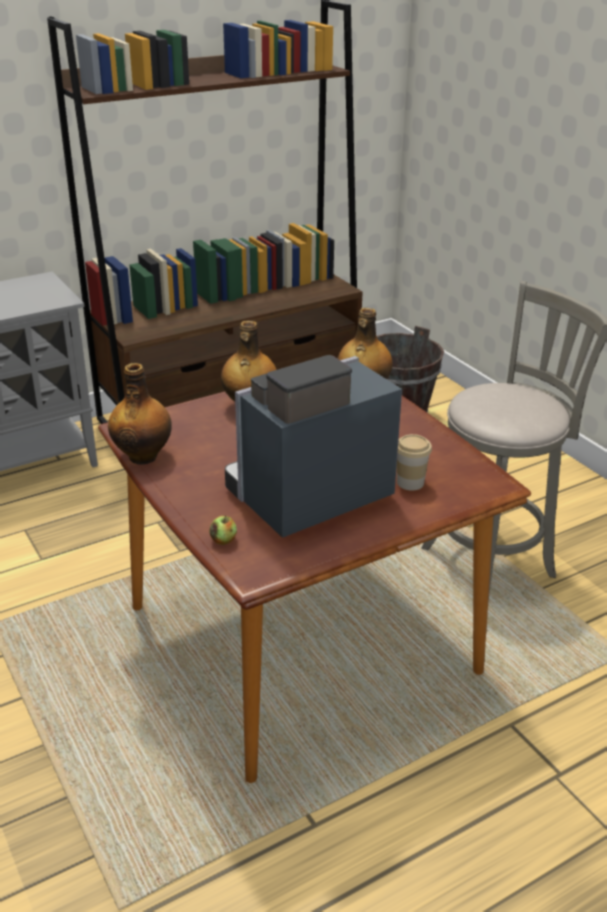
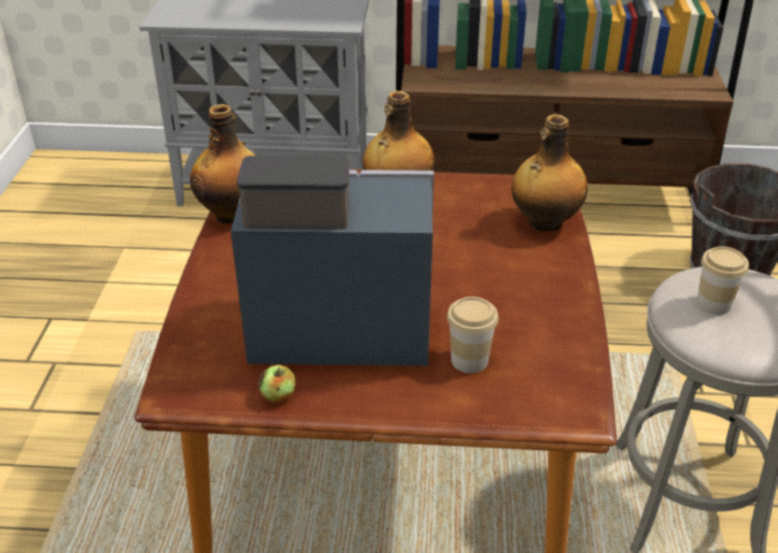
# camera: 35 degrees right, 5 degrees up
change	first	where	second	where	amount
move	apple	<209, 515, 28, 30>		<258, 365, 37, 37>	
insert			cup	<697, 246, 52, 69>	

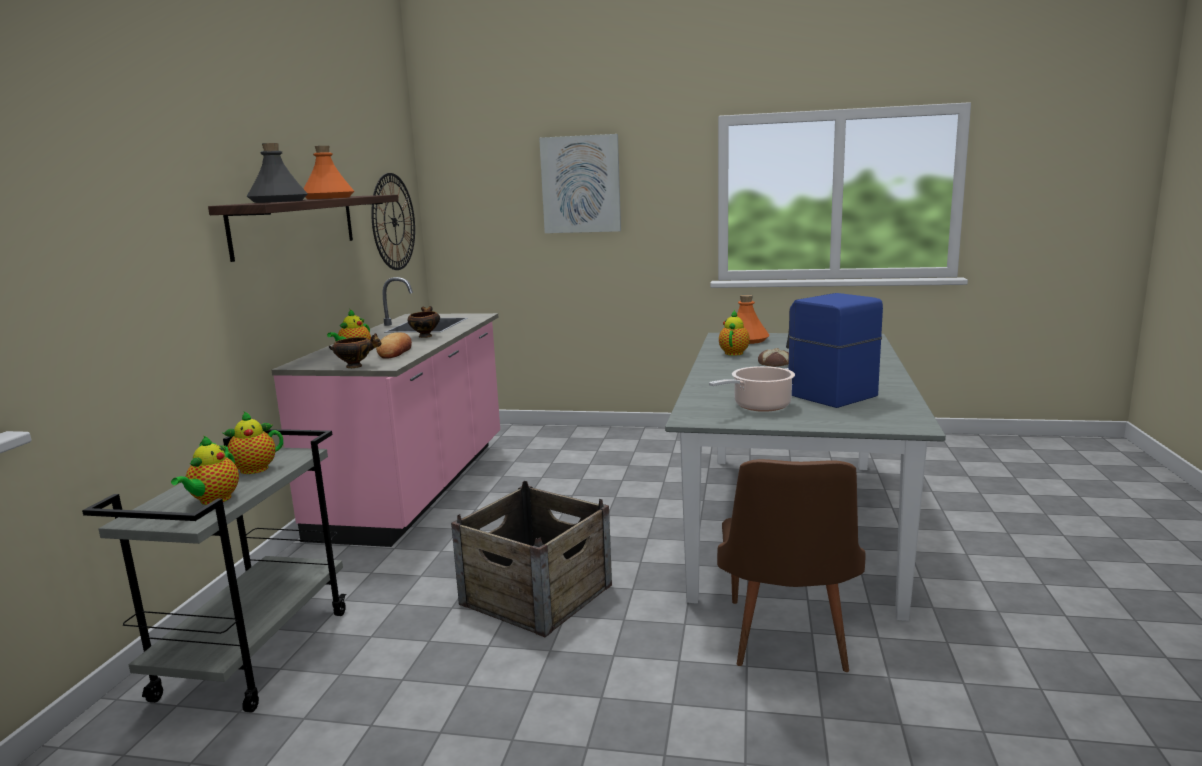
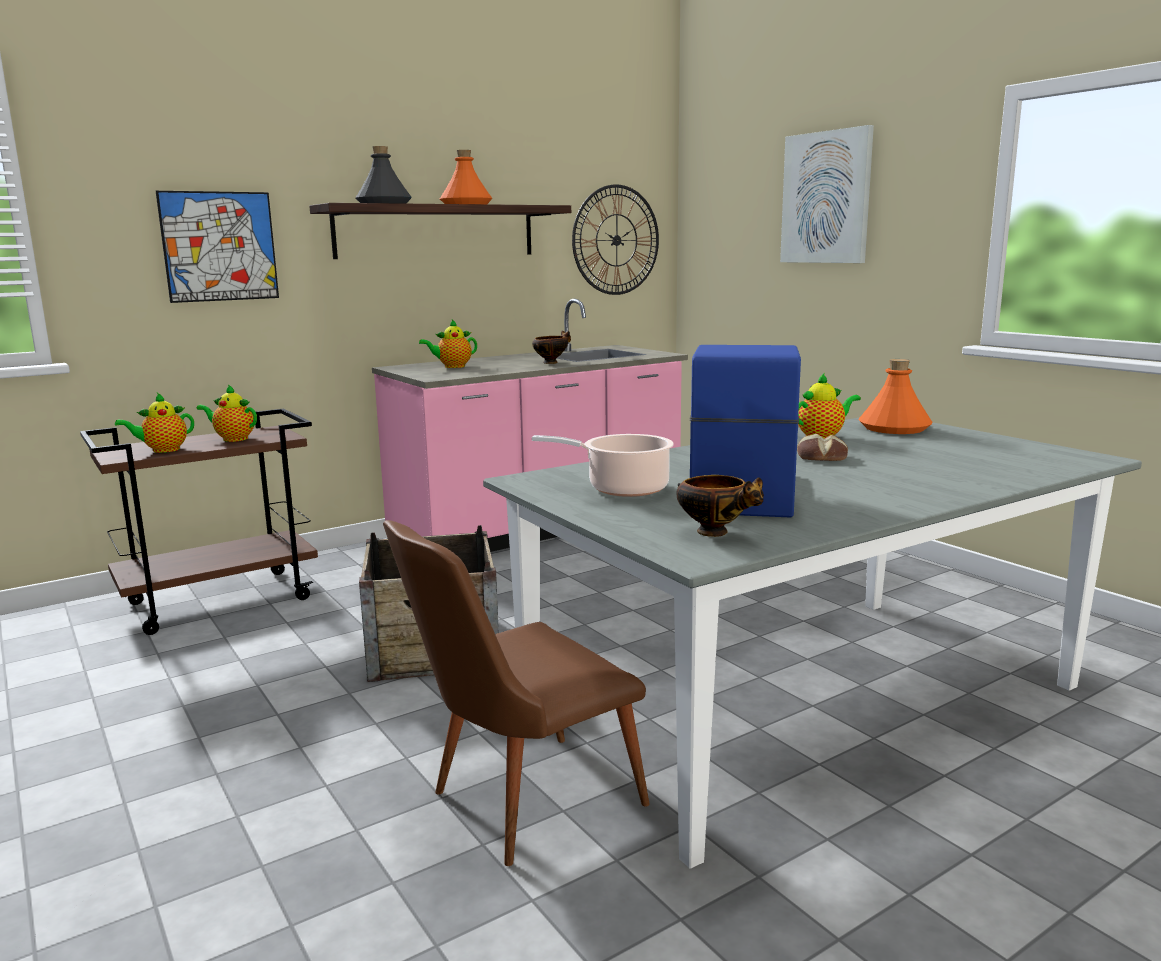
# camera: 45 degrees right, 0 degrees up
change	first	where	second	where	amount
move	deep dish	<329, 333, 53, 35>		<676, 475, 88, 62>	
delete	baked bread	<376, 333, 36, 26>			
recolor	greyish trolley	<82, 429, 265, 283>	brown trolley	<80, 408, 238, 227>	
insert			picture	<156, 191, 123, 112>	

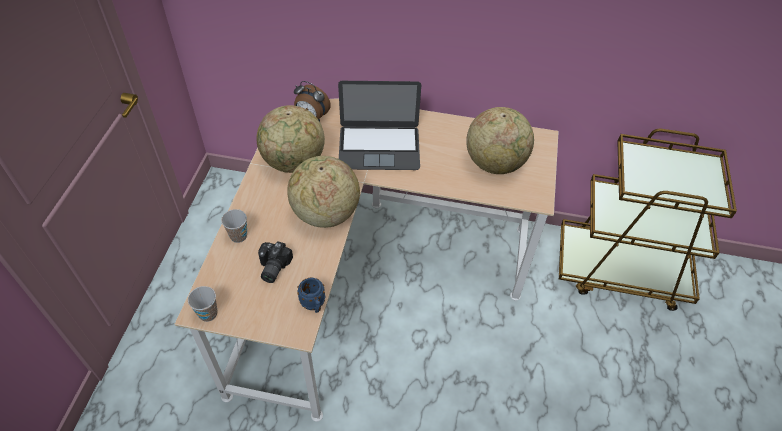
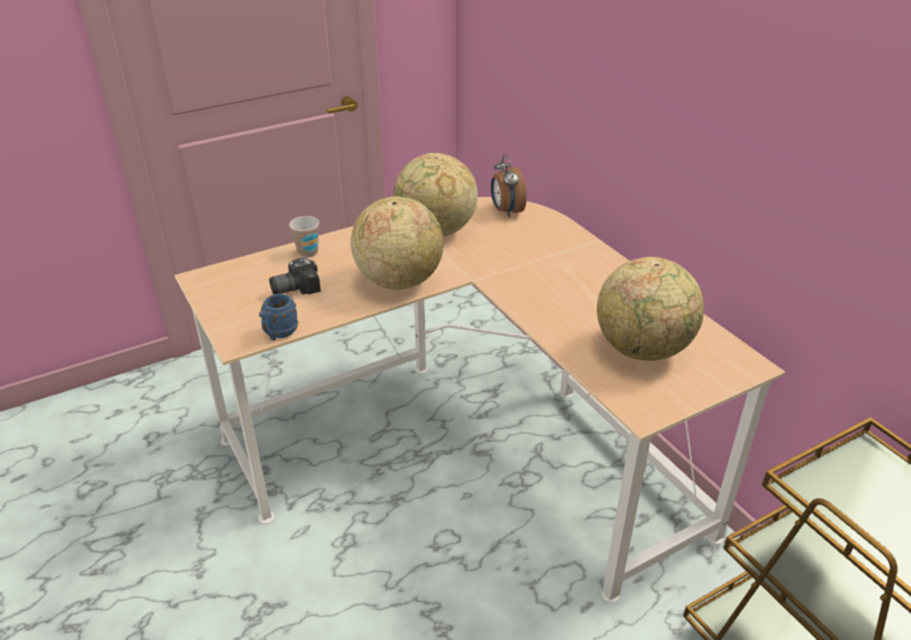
# camera: 50 degrees right, 15 degrees down
change	first	where	second	where	amount
delete	laptop	<338, 81, 83, 89>			
delete	cup	<188, 286, 30, 36>			

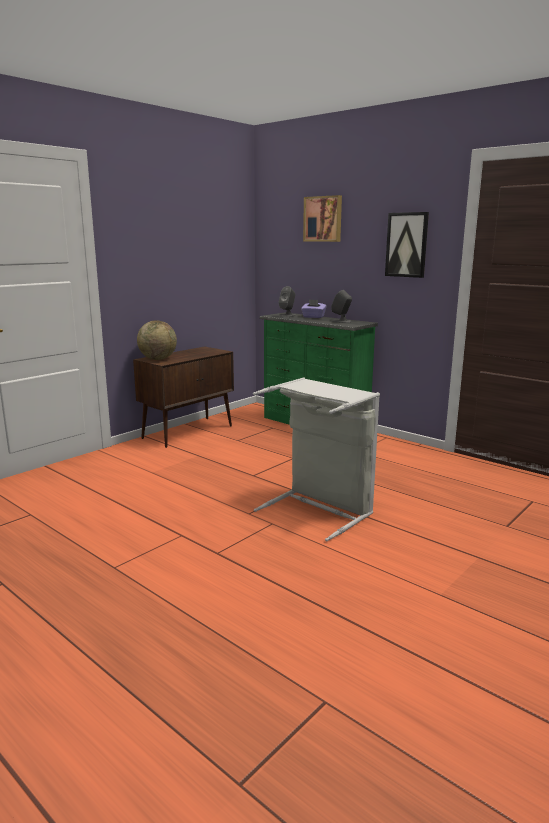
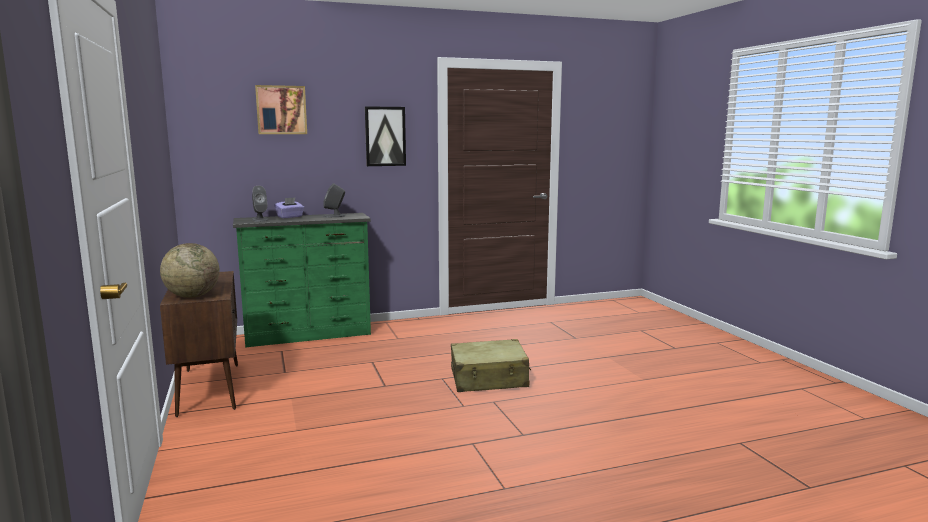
# camera: 60 degrees left, 5 degrees down
change	first	where	second	where	amount
replace	greyish hamper	<253, 378, 127, 164>	sand-coloured travel case	<451, 339, 80, 53>	

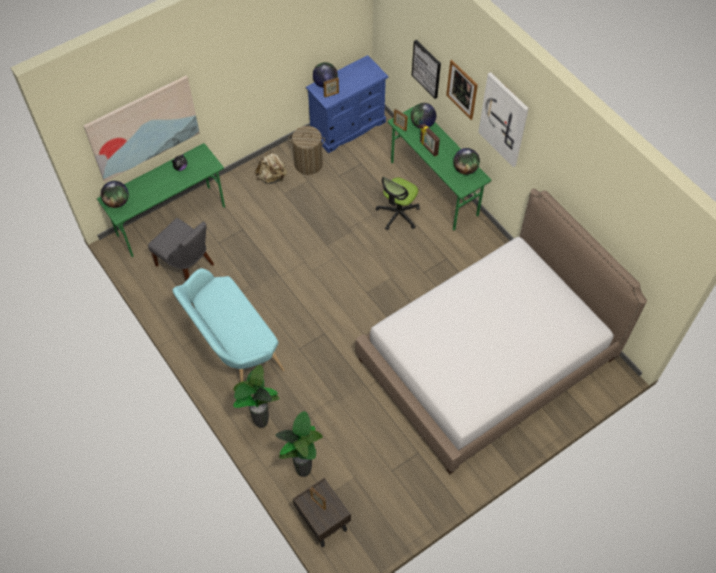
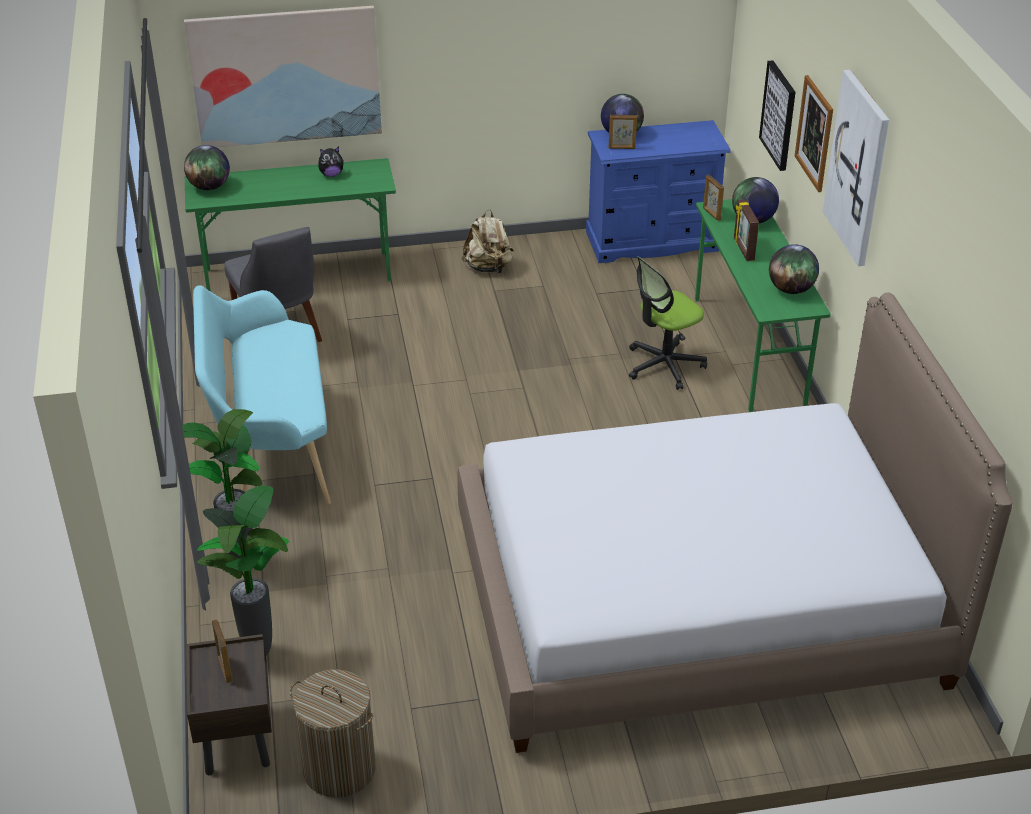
# camera: 25 degrees right, 20 degrees down
change	first	where	second	where	amount
move	hamper	<288, 126, 37, 49>		<290, 669, 86, 129>	

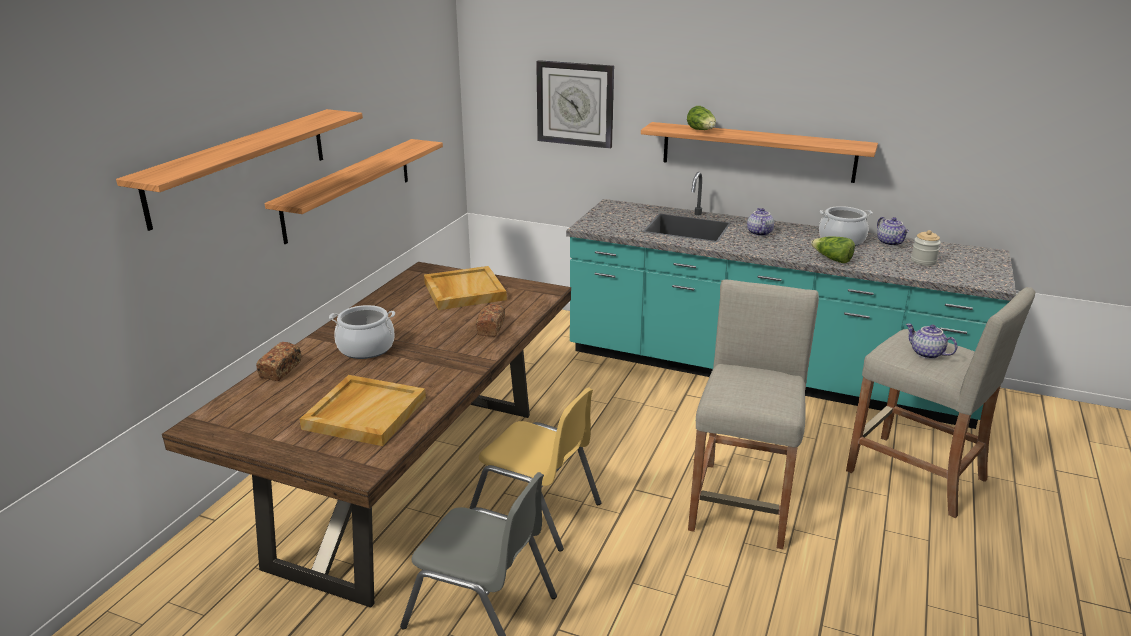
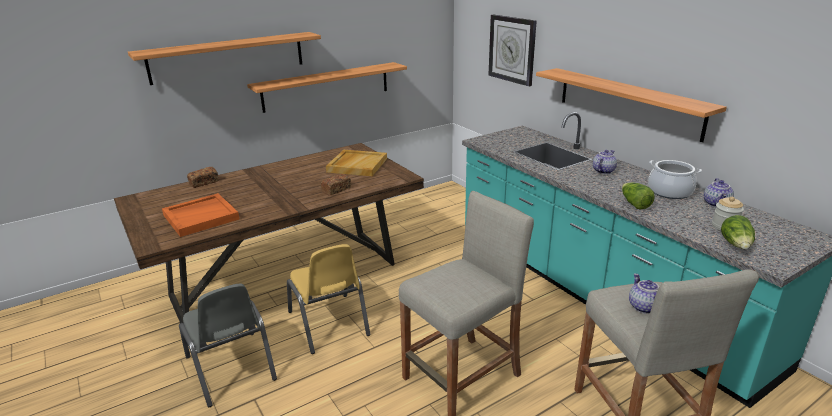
# camera: 35 degrees right, 0 degrees up
change	first	where	second	where	amount
move	head of lettuce	<687, 106, 29, 24>		<721, 215, 34, 34>	
delete	stockpot	<329, 305, 66, 54>			
recolor	sand-coloured carrying tray	<300, 375, 126, 71>	orangey carrying tray	<162, 193, 77, 44>	

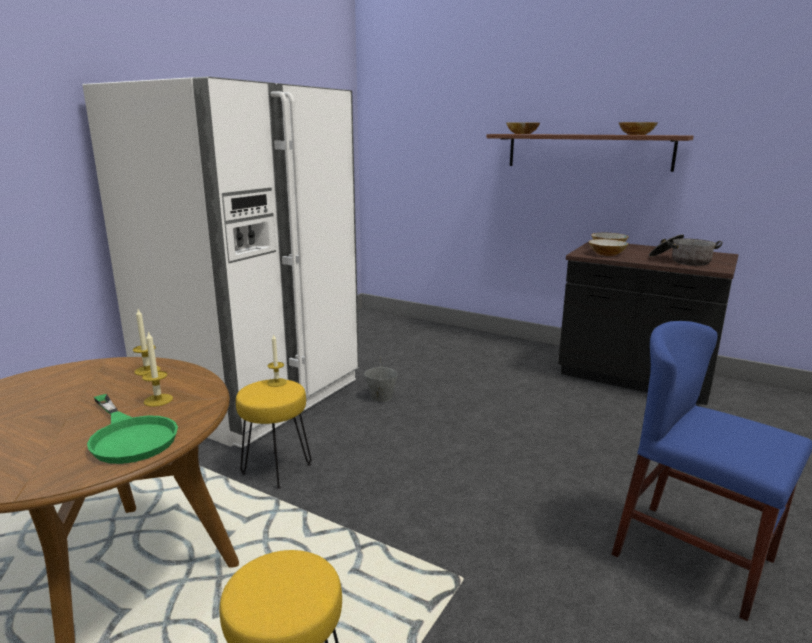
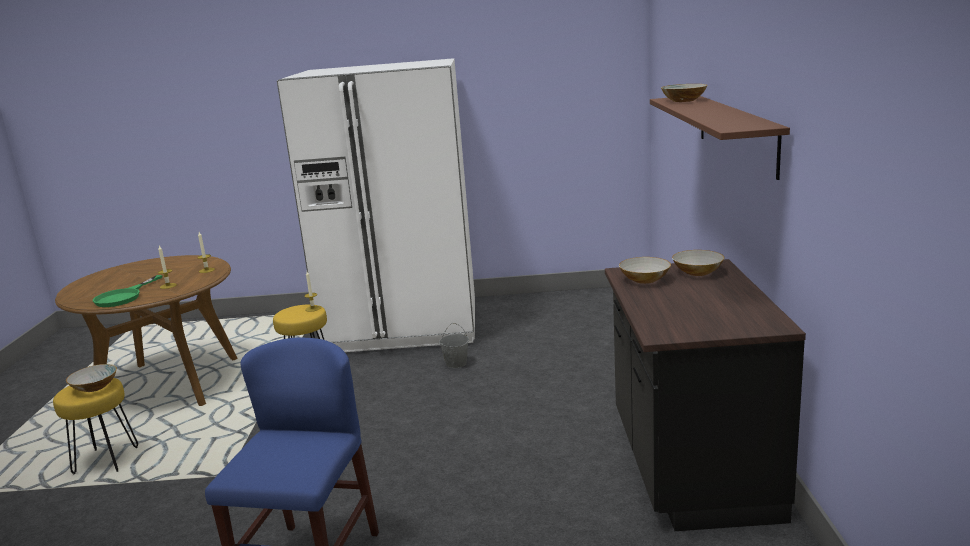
# camera: 60 degrees right, 0 degrees up
change	first	where	second	where	amount
move	deep dish	<619, 122, 39, 13>		<66, 364, 51, 28>	
delete	stockpot	<649, 234, 74, 32>			

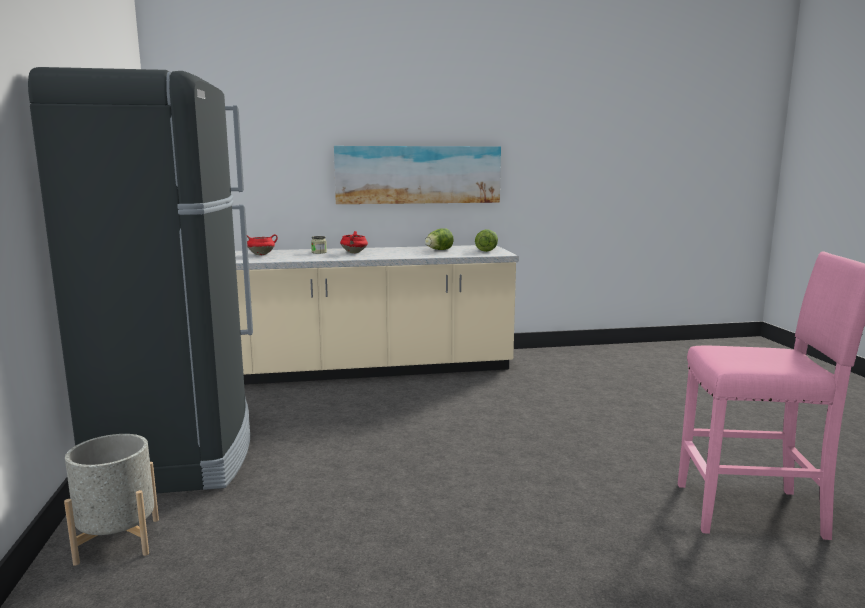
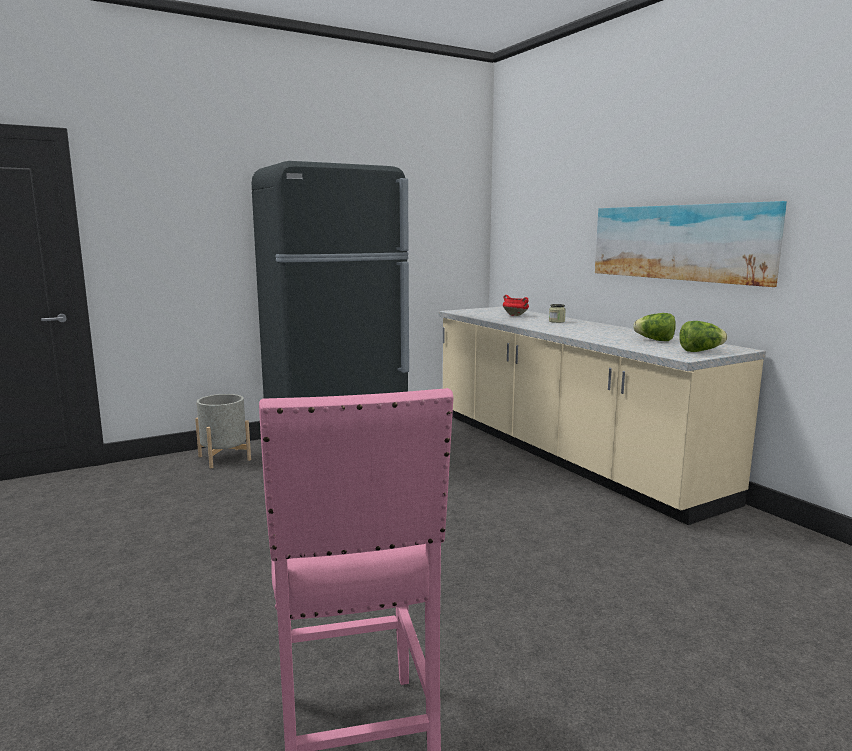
# camera: 70 degrees right, 0 degrees up
change	first	where	second	where	amount
delete	red stockpot	<340, 231, 28, 22>			

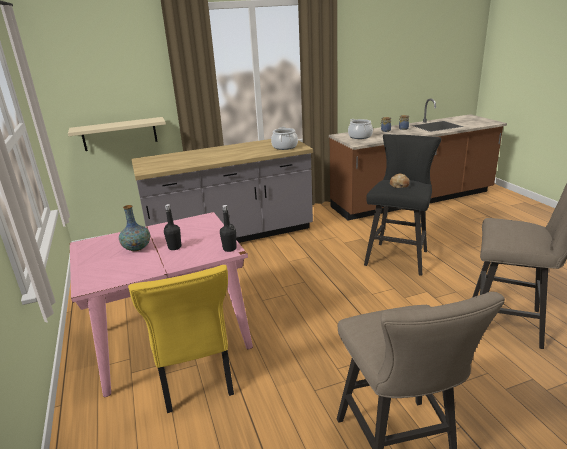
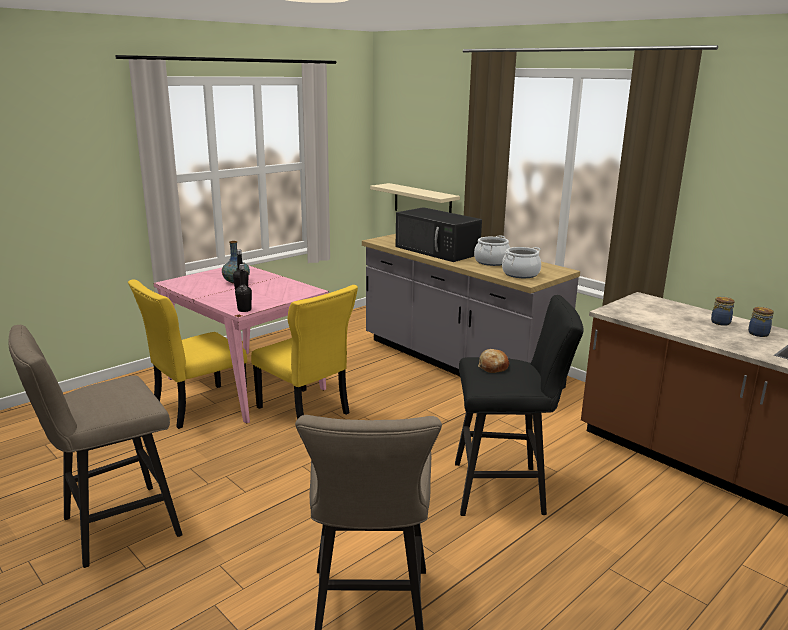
# camera: 65 degrees right, 5 degrees down
change	first	where	second	where	amount
move	stockpot	<348, 119, 25, 20>		<474, 235, 36, 31>	
insert			black kitchen microwave	<396, 207, 86, 55>	
insert			yellow chair	<251, 285, 107, 134>	

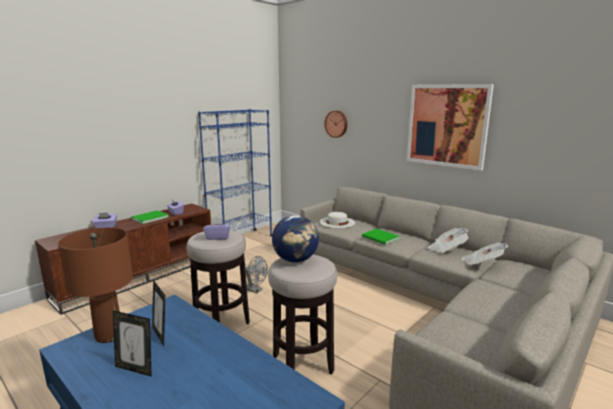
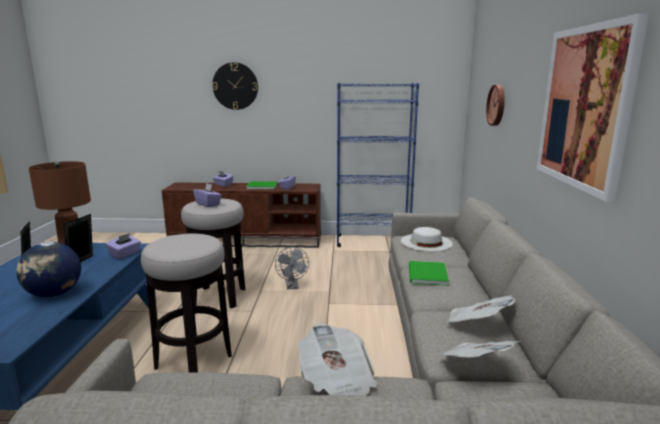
# camera: 50 degrees right, 0 degrees up
change	first	where	second	where	amount
move	world globe	<272, 215, 47, 47>		<16, 242, 65, 56>	
insert			clock on the wall	<212, 62, 46, 48>	
insert			purple box of tissues	<106, 233, 35, 26>	
insert			daily paper	<298, 323, 80, 73>	

